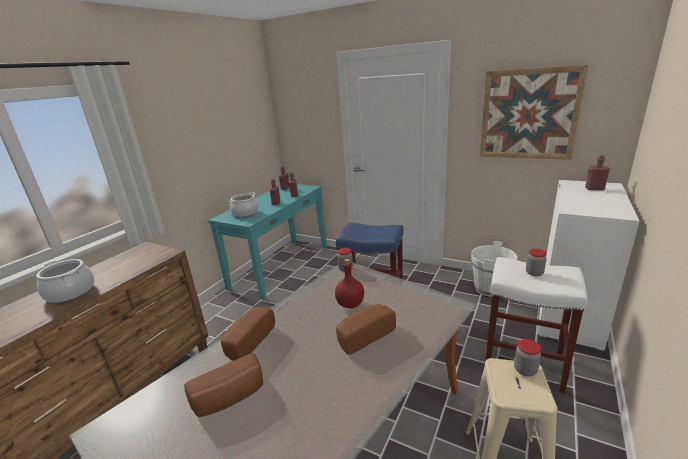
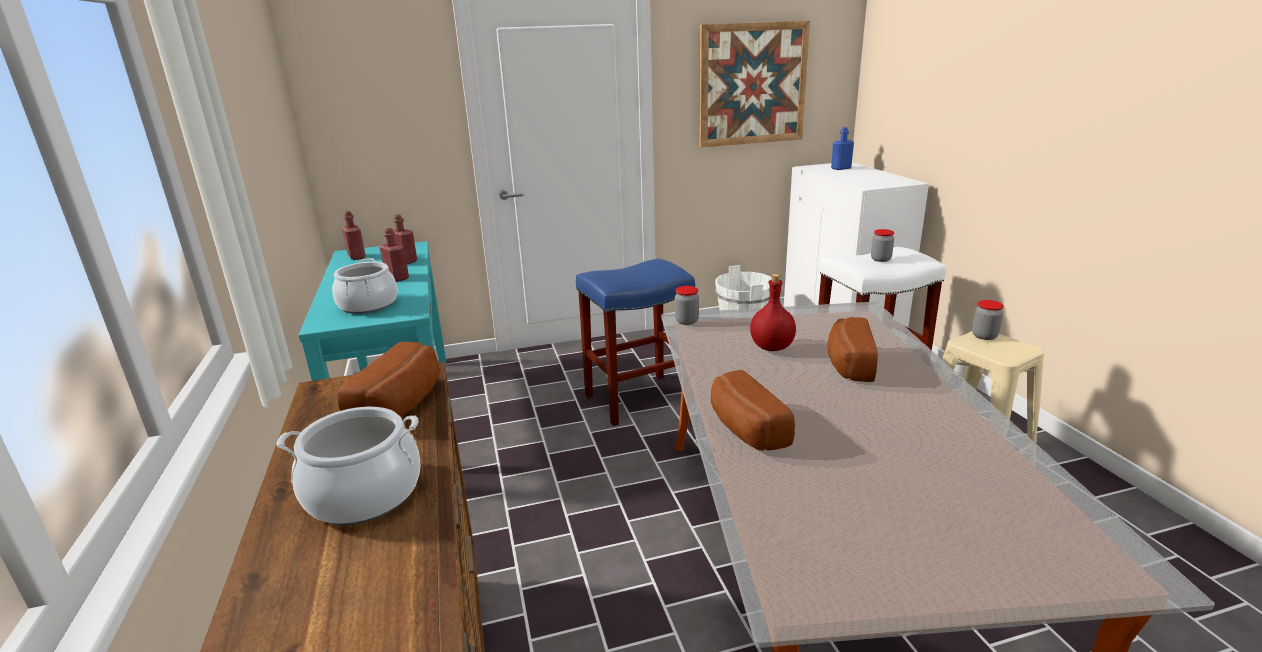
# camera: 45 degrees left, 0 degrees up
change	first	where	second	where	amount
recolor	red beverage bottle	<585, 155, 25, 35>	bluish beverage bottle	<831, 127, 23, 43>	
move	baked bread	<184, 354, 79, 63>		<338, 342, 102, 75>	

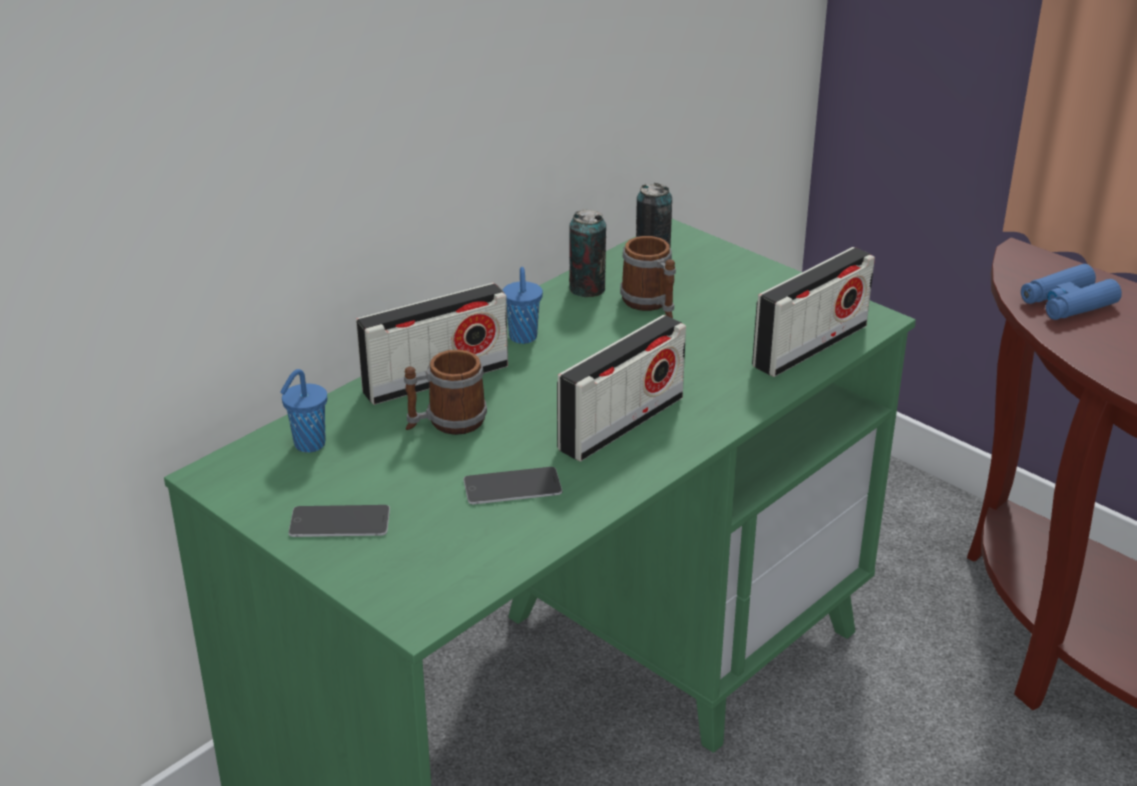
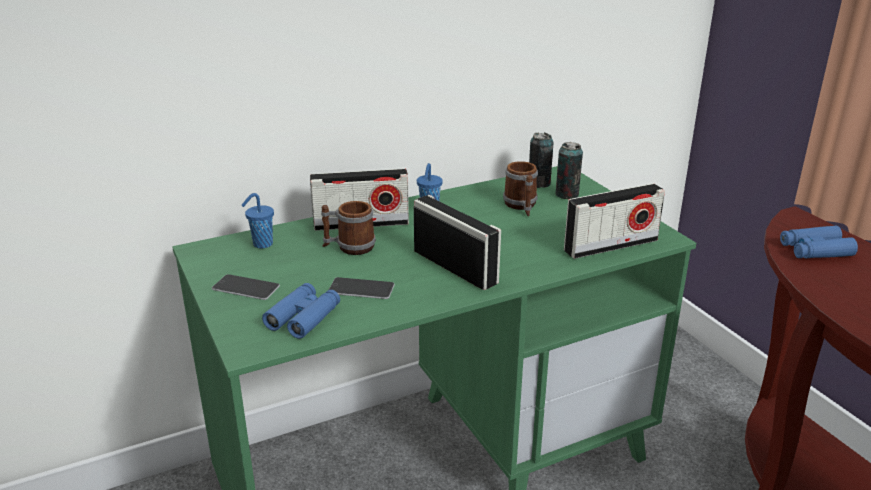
# camera: 20 degrees right, 5 degrees down
change	first	where	second	where	amount
move	can	<569, 209, 37, 88>		<555, 142, 28, 57>	
rotate	radio receiver	<557, 315, 129, 146>		<414, 195, 87, 95>	105 degrees counterclockwise
insert			bluish pair of binoculars	<262, 283, 78, 56>	

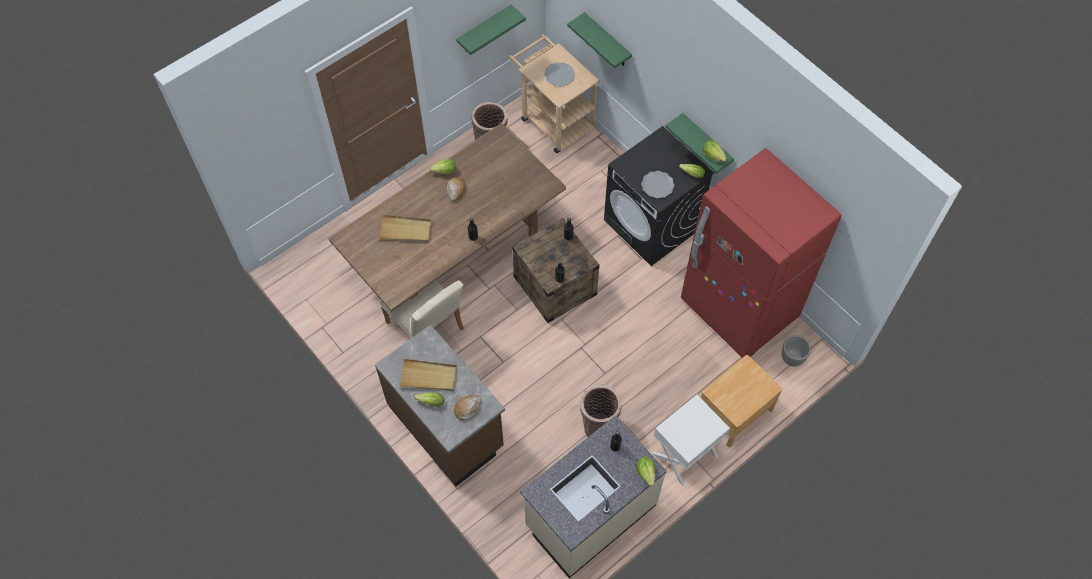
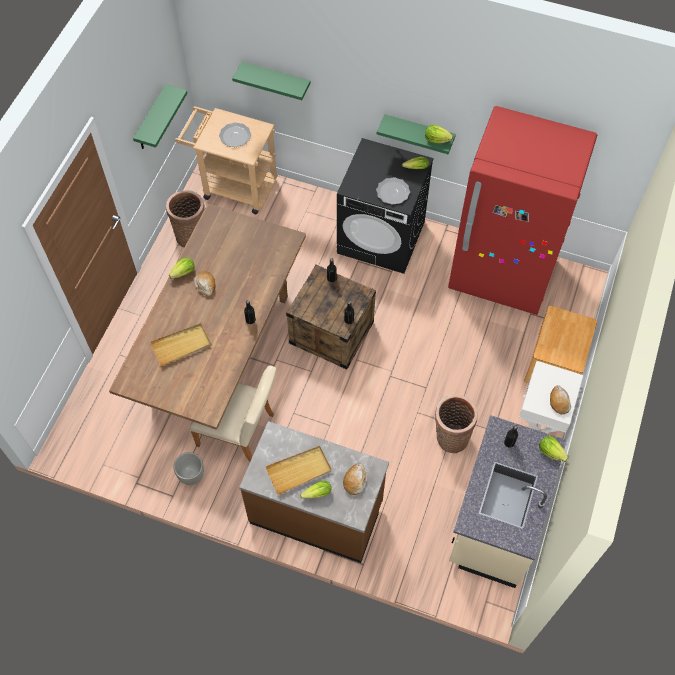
# camera: 30 degrees left, 0 degrees up
change	first	where	second	where	amount
move	greyish planter	<782, 336, 29, 31>		<174, 452, 30, 33>	
insert			baked bread	<550, 385, 21, 29>	

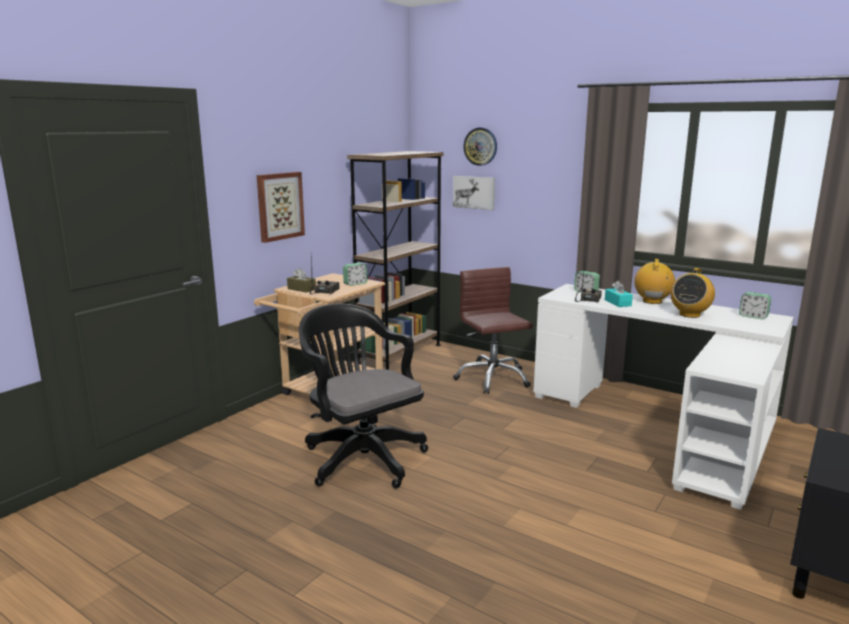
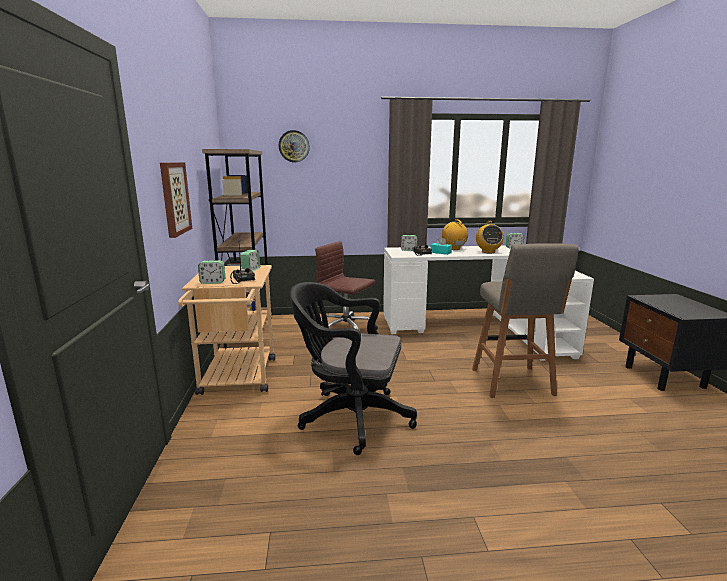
# camera: 40 degrees left, 0 degrees up
change	first	where	second	where	amount
delete	picture	<453, 176, 42, 34>			
replace	brown box of tissues	<287, 268, 29, 25>	bedside clock	<198, 260, 27, 24>	
insert			greyish stool	<472, 243, 107, 155>	

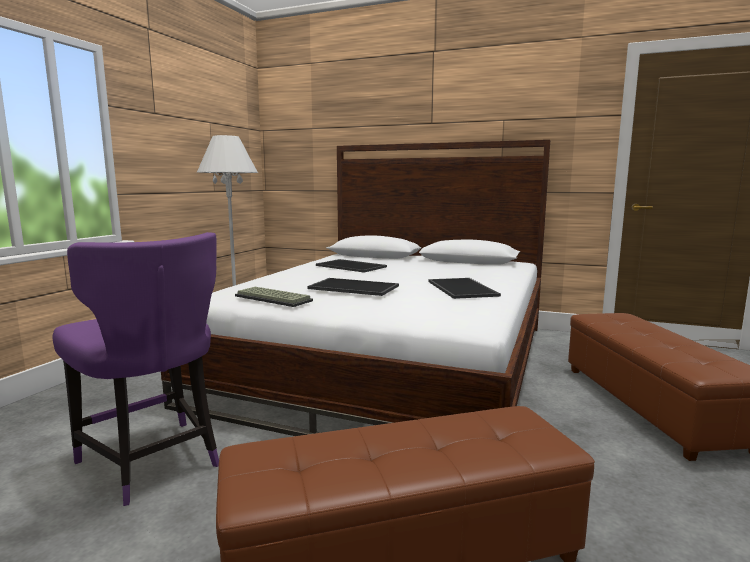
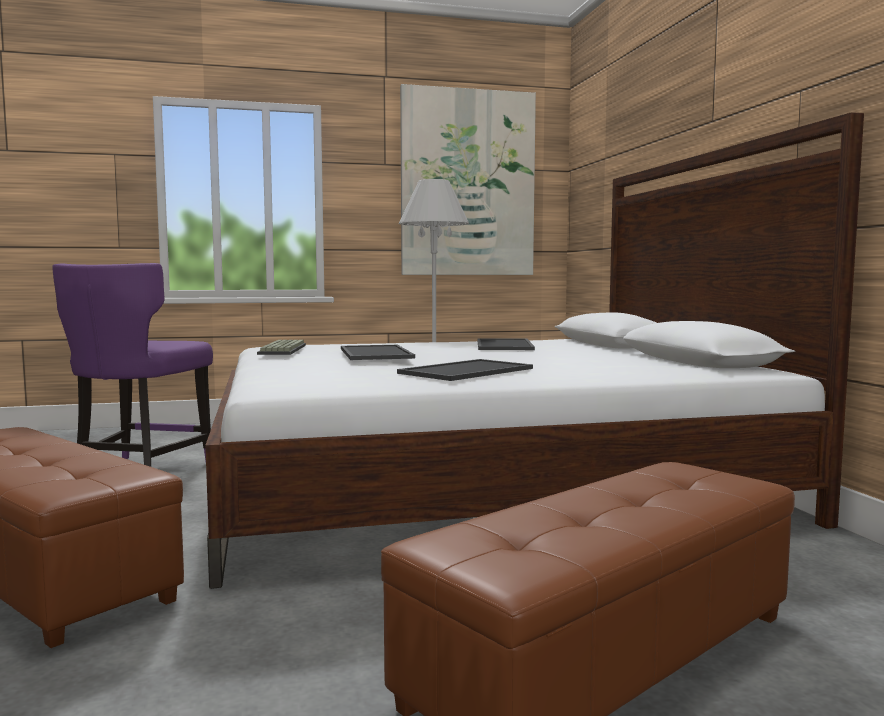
# camera: 55 degrees right, 5 degrees down
change	first	where	second	where	amount
insert			picture	<400, 84, 136, 191>	

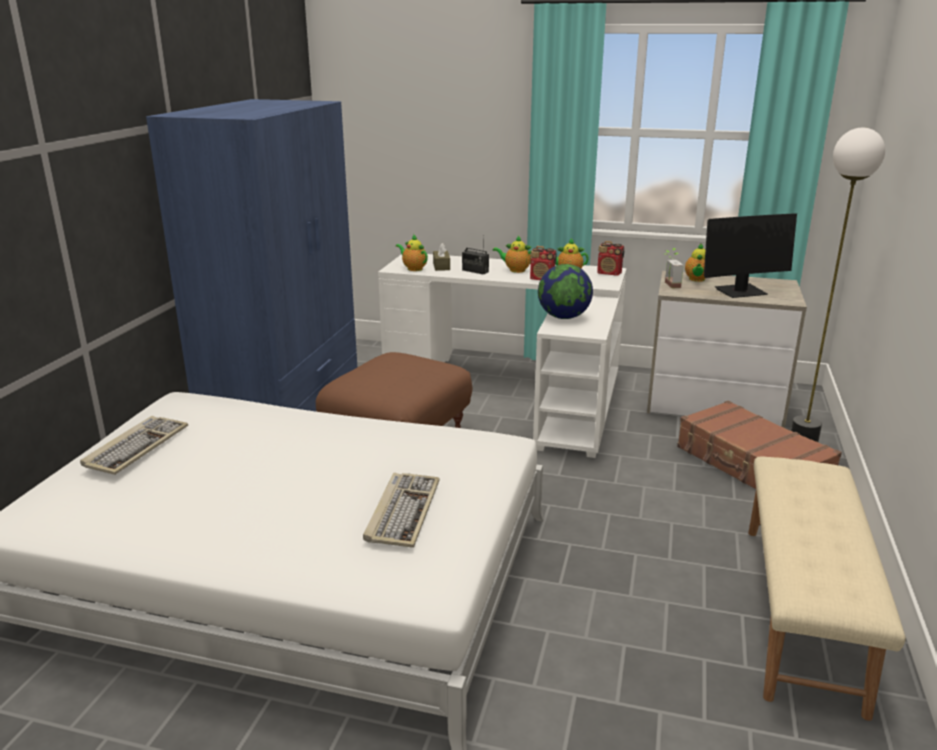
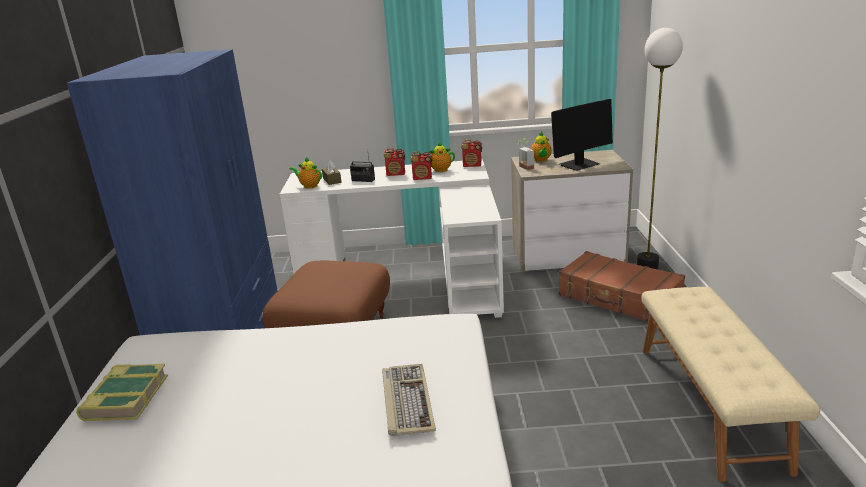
# camera: 15 degrees left, 0 degrees up
change	first	where	second	where	amount
replace	teapot	<493, 236, 38, 37>	radio receiver	<384, 148, 21, 28>	
delete	world globe	<538, 264, 55, 55>			
replace	PC keyboard	<80, 416, 108, 59>	volume	<76, 364, 92, 58>	

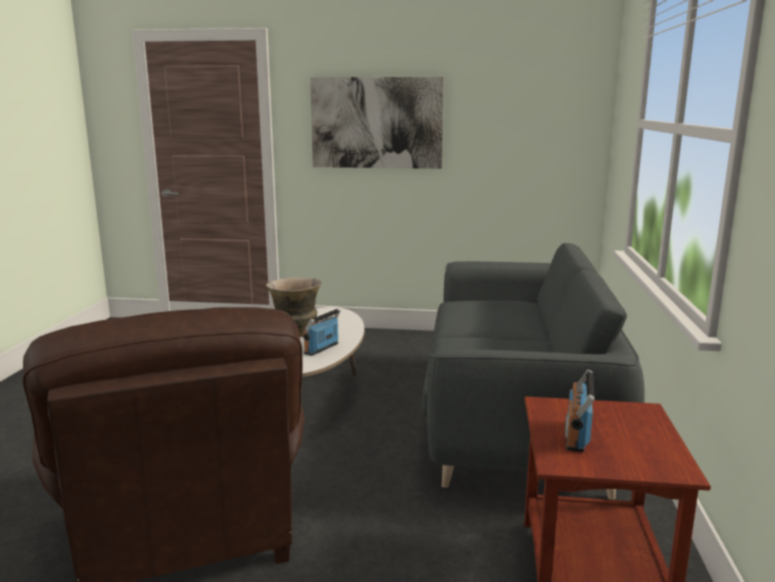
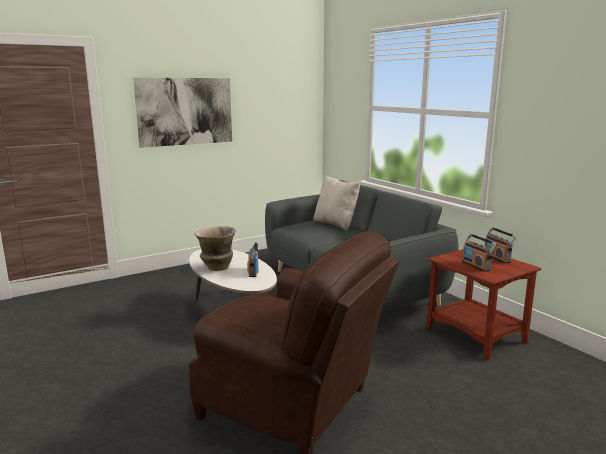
# camera: 40 degrees left, 0 degrees up
change	first	where	second	where	amount
insert			sand-coloured cushion	<313, 176, 47, 54>	
insert			radio receiver	<484, 227, 32, 36>	

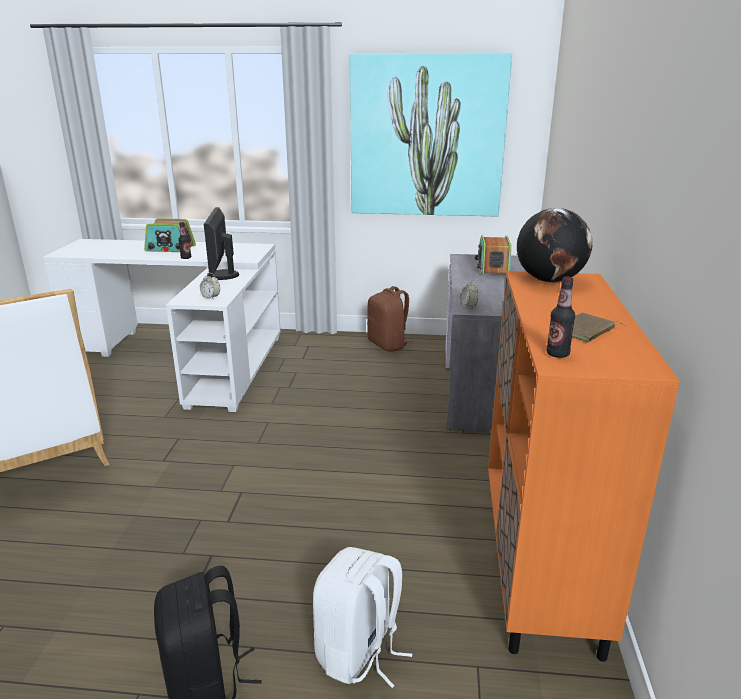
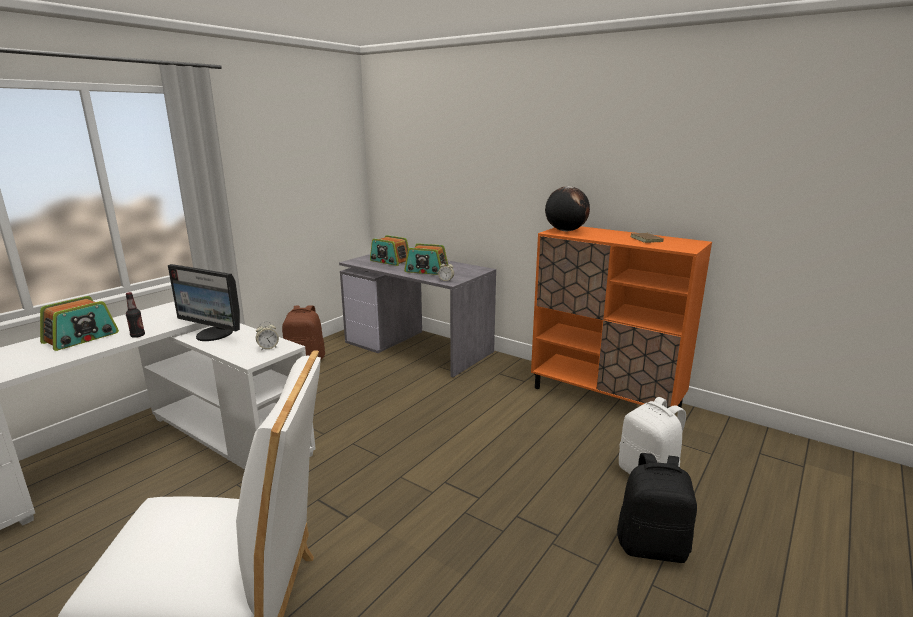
# camera: 60 degrees left, 5 degrees down
change	first	where	second	where	amount
delete	picture	<350, 53, 162, 164>			
delete	beverage bottle	<546, 277, 29, 81>			
insert			radio receiver	<404, 243, 44, 32>	

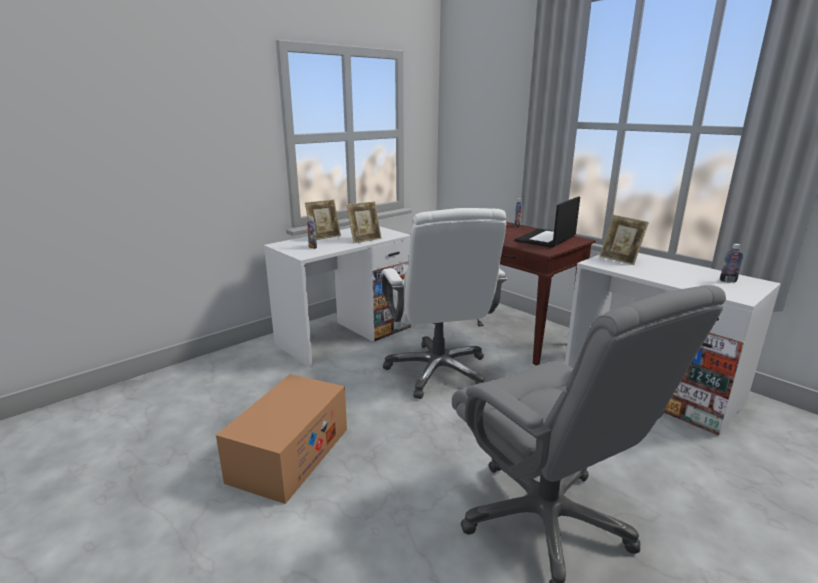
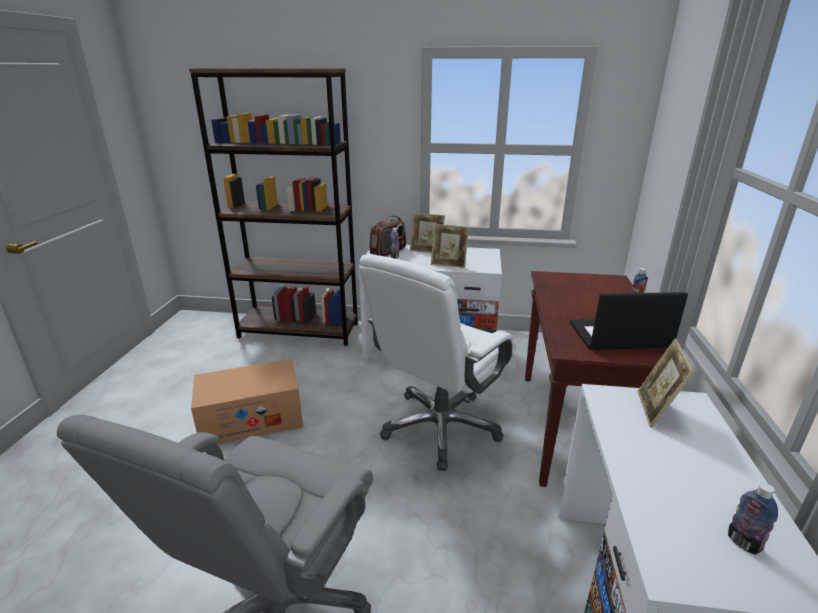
# camera: 50 degrees right, 5 degrees up
change	first	where	second	where	amount
insert			brown bookshelf	<189, 68, 169, 278>	
insert			radio receiver	<369, 215, 37, 42>	

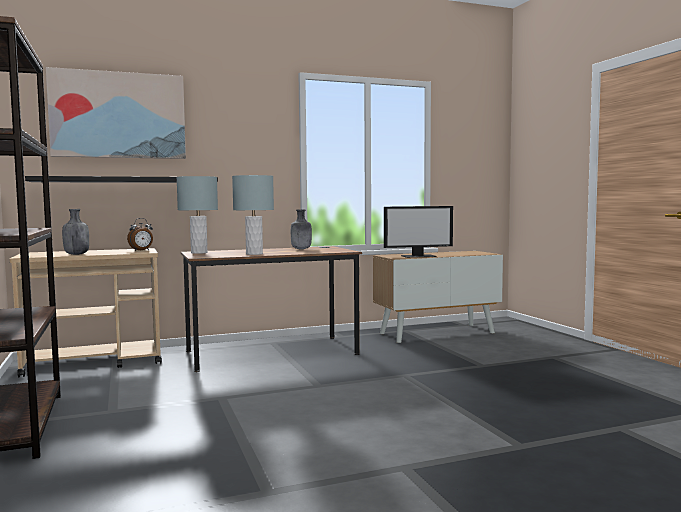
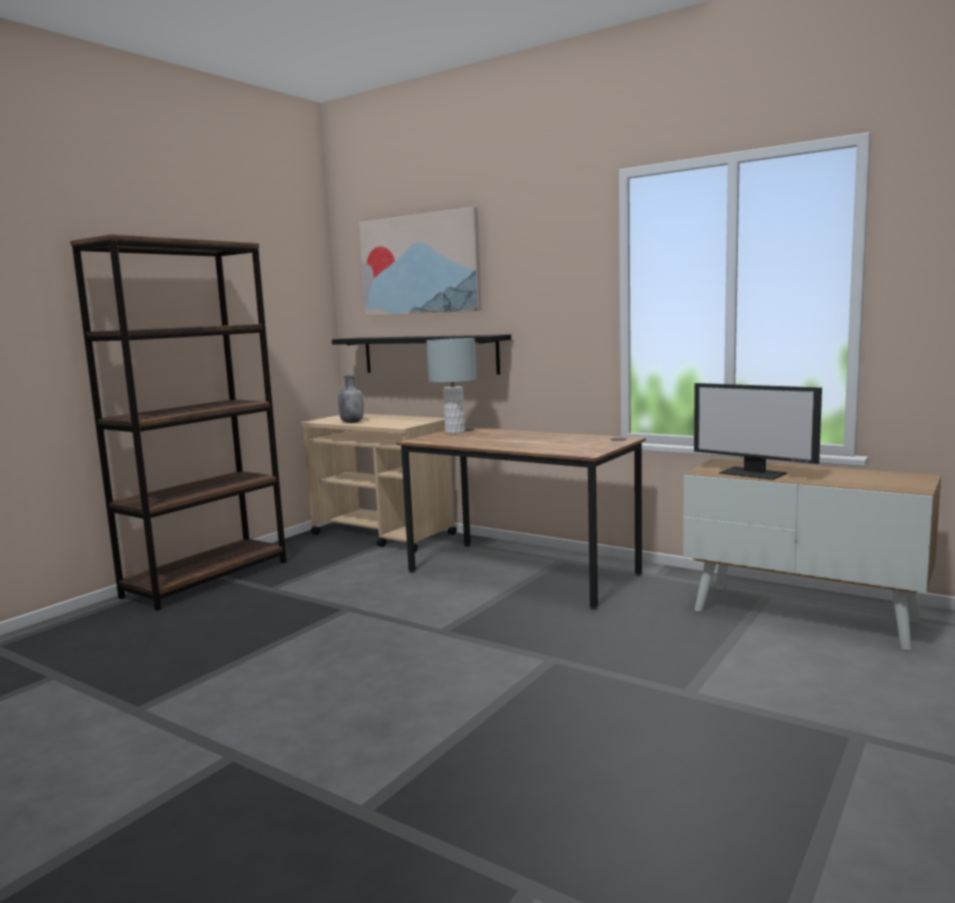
# camera: 55 degrees right, 5 degrees up
change	first	where	second	where	amount
delete	greyish lamp for a table	<232, 175, 42, 80>			
delete	greyish beverage bottle	<291, 209, 21, 40>			
delete	bedside clock	<127, 218, 26, 33>			

